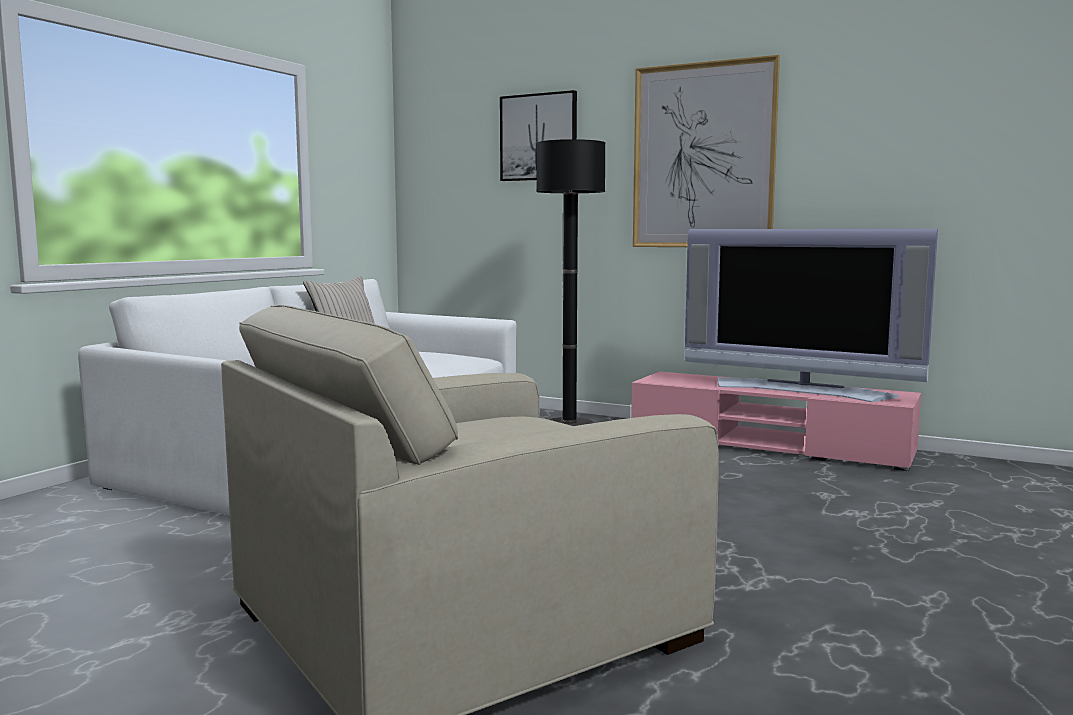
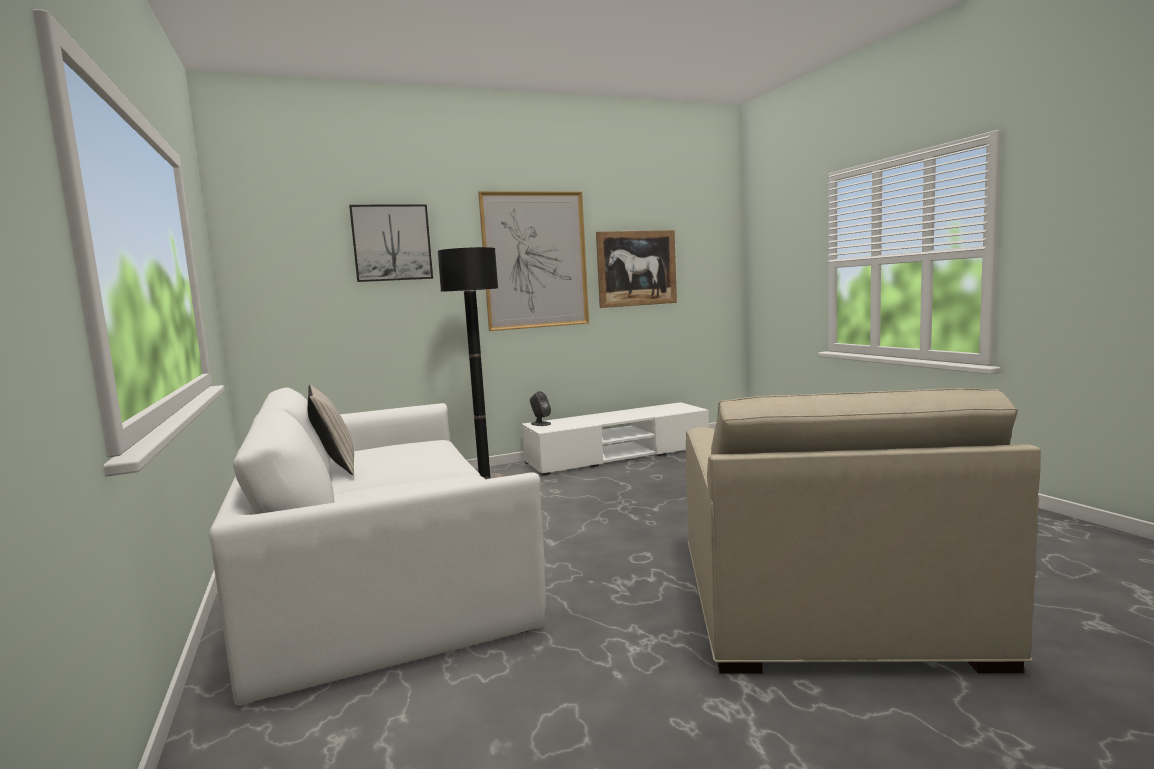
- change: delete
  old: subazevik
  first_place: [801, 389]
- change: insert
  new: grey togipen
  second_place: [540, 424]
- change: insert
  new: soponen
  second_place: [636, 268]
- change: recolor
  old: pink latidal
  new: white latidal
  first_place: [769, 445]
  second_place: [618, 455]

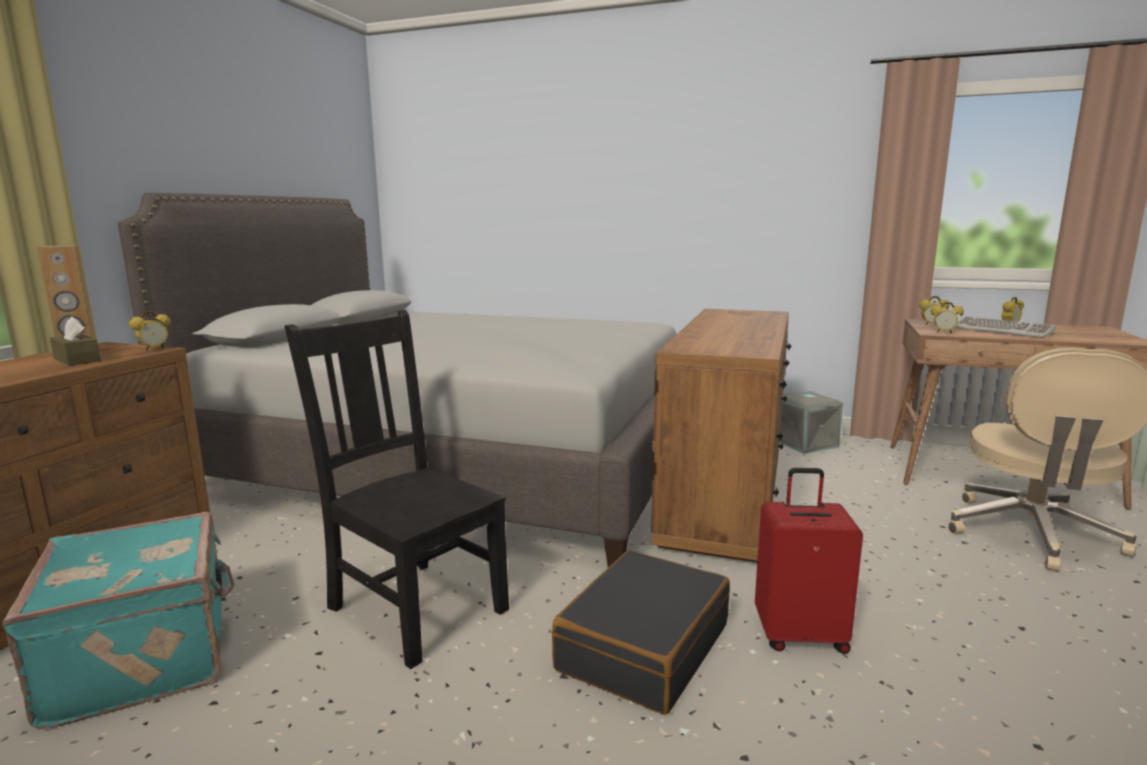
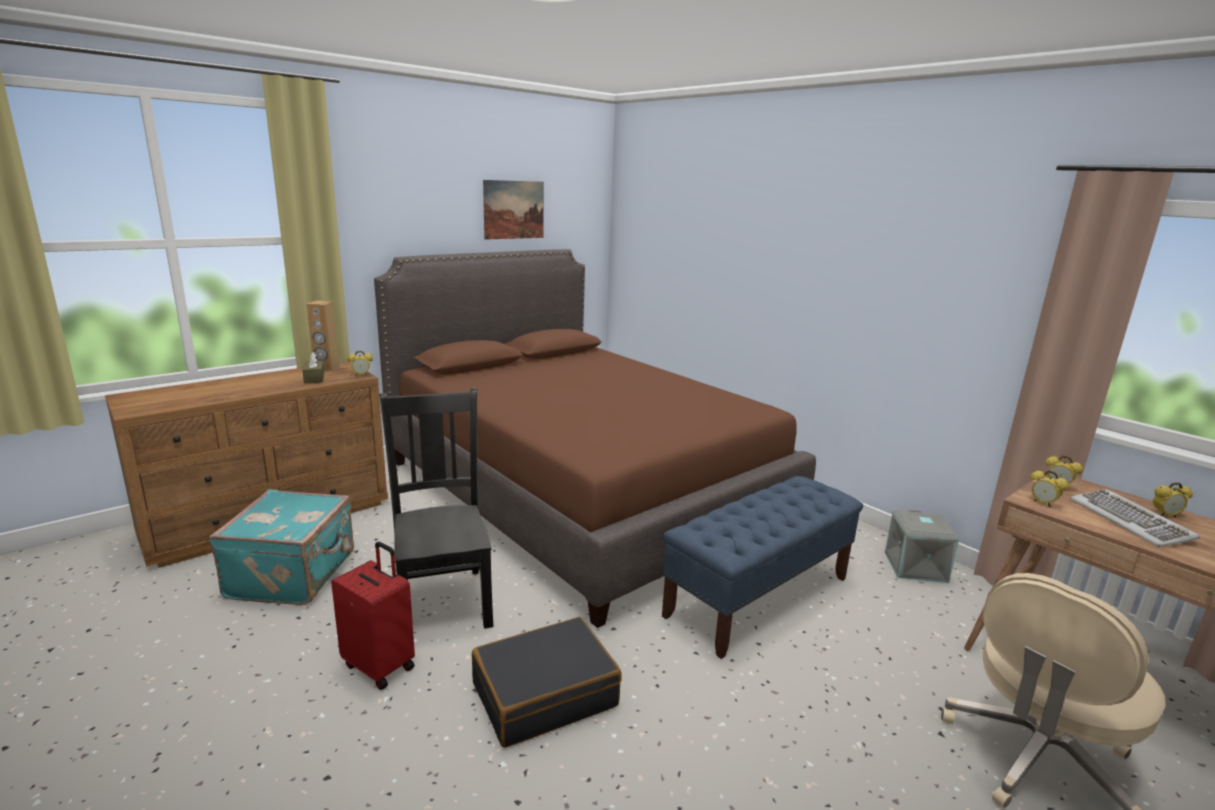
- change: insert
  new: soponen
  second_place: [514, 210]
- change: move
  old: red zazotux
  first_place: [800, 635]
  second_place: [380, 665]
- change: replace
  old: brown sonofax
  new: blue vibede
  first_place: [725, 497]
  second_place: [758, 596]
- change: recolor
  old: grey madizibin
  new: brown madizibin
  first_place: [457, 463]
  second_place: [582, 491]

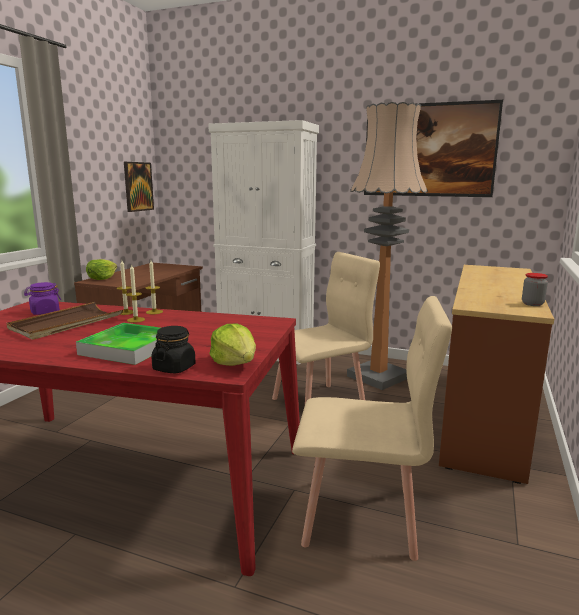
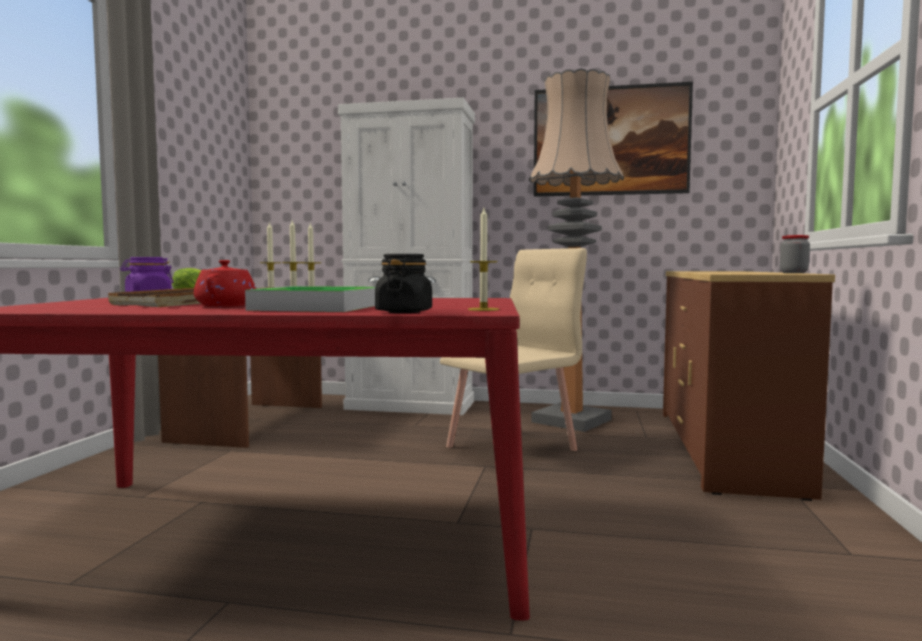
- change: delete
  old: soponen
  first_place: [138, 186]
- change: delete
  old: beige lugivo
  first_place: [361, 517]
- change: insert
  new: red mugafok
  second_place: [226, 306]
- change: replace
  old: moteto
  new: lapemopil
  first_place: [235, 363]
  second_place: [483, 309]

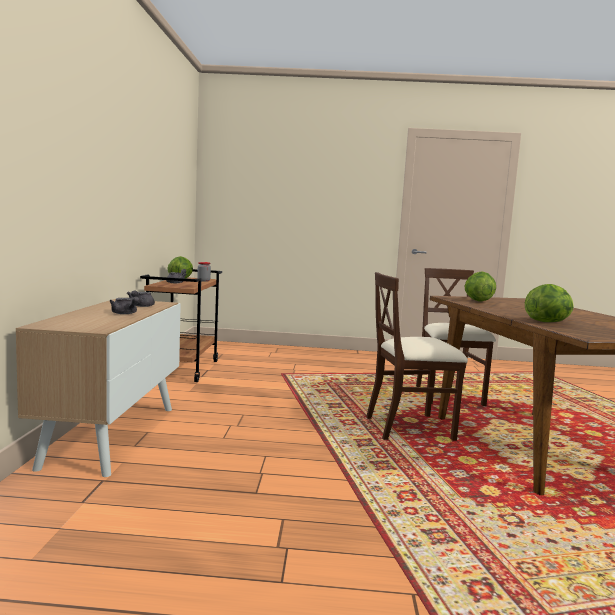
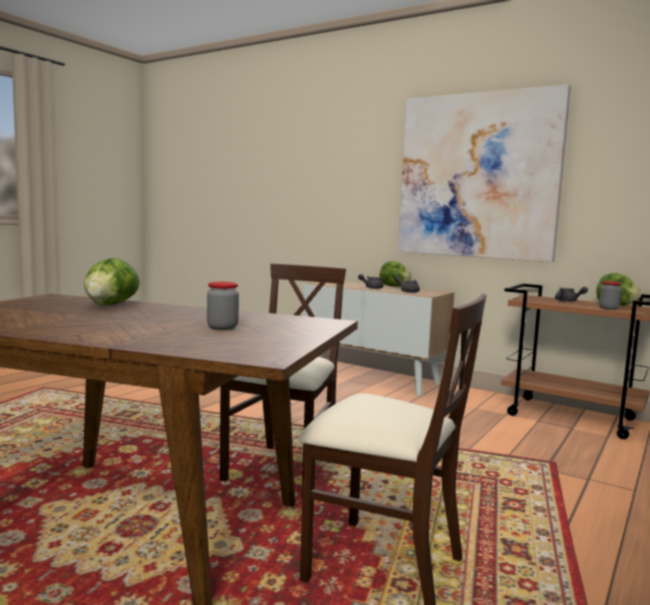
- change: insert
  new: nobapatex
  second_place: [222, 327]
- change: insert
  new: soponen
  second_place: [478, 176]
- change: move
  old: moteto
  first_place: [477, 301]
  second_place: [394, 286]

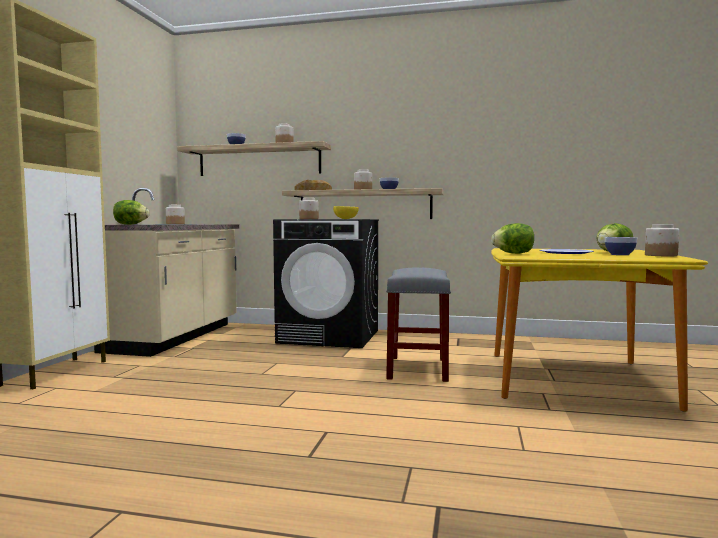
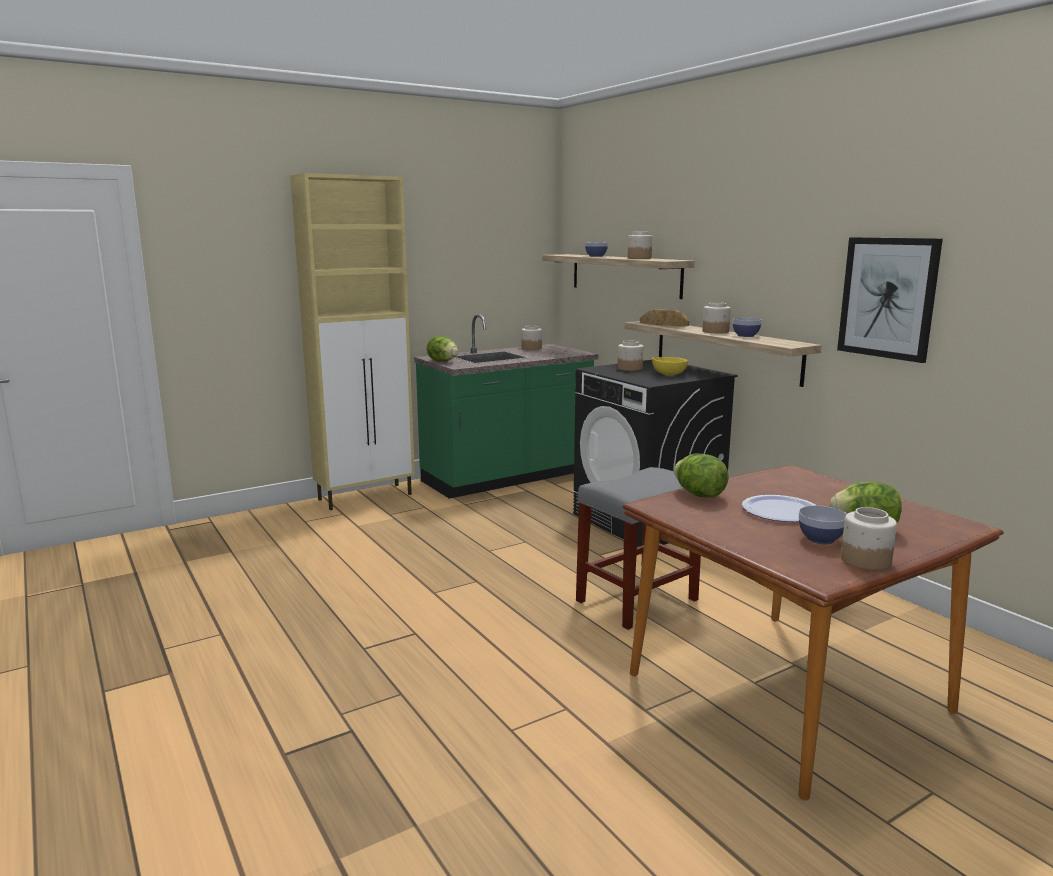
- change: insert
  new: soponen
  second_place: [888, 298]
- change: recolor
  old: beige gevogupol
  new: green gevogupol
  first_place: [175, 337]
  second_place: [508, 478]
- change: recolor
  old: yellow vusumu
  new: brown vusumu
  first_place: [574, 379]
  second_place: [788, 692]

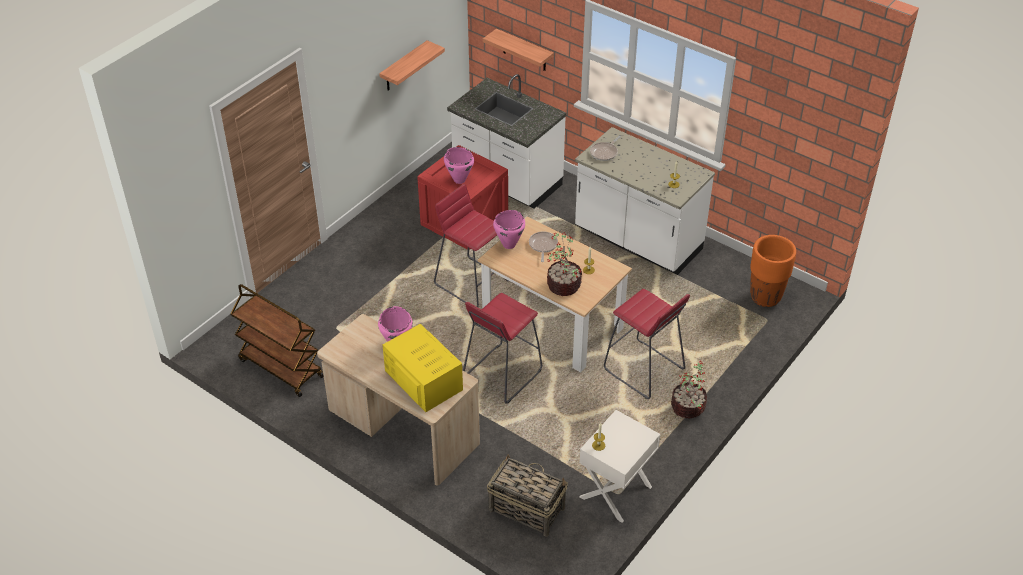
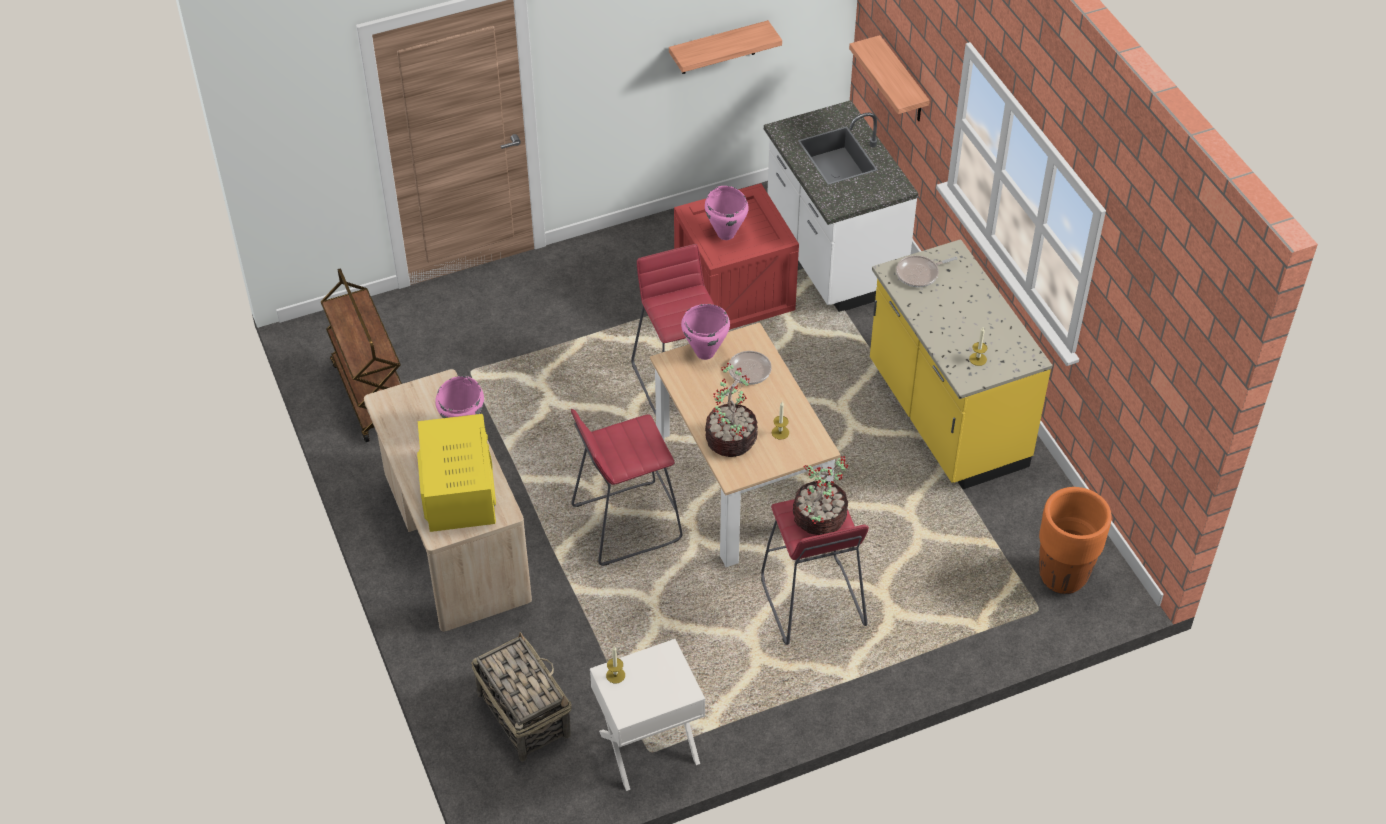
- change: move
  old: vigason
  first_place: [688, 408]
  second_place: [819, 519]
- change: recolor
  old: white gevogupol
  new: yellow gevogupol
  first_place: [637, 241]
  second_place: [945, 417]

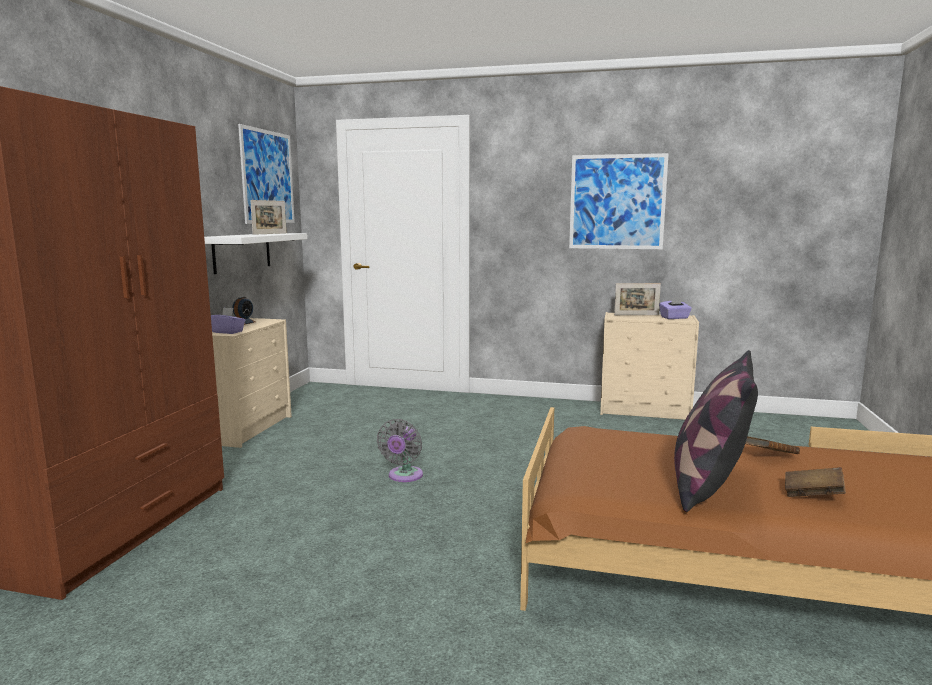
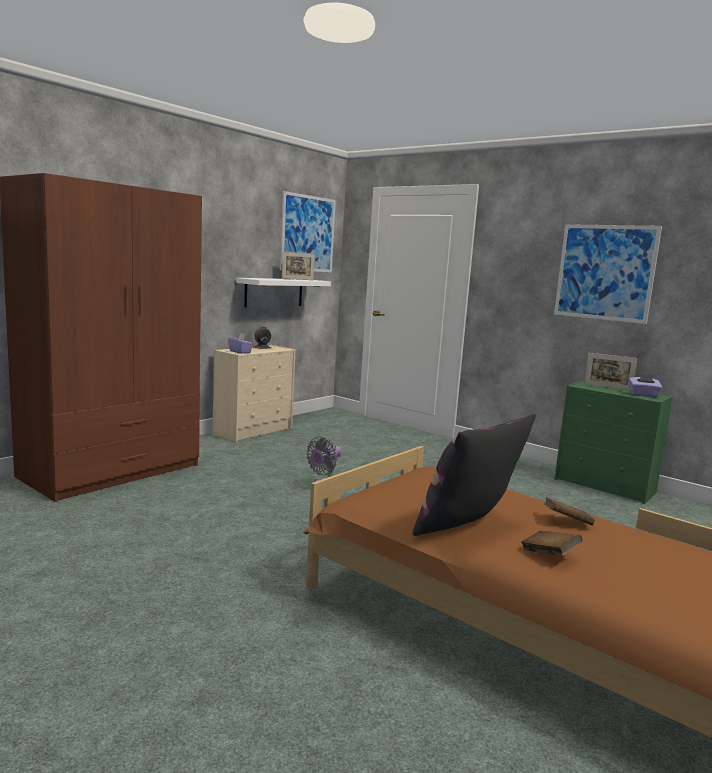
- change: recolor
  old: beige sonofax
  new: green sonofax
  first_place: [645, 411]
  second_place: [605, 486]

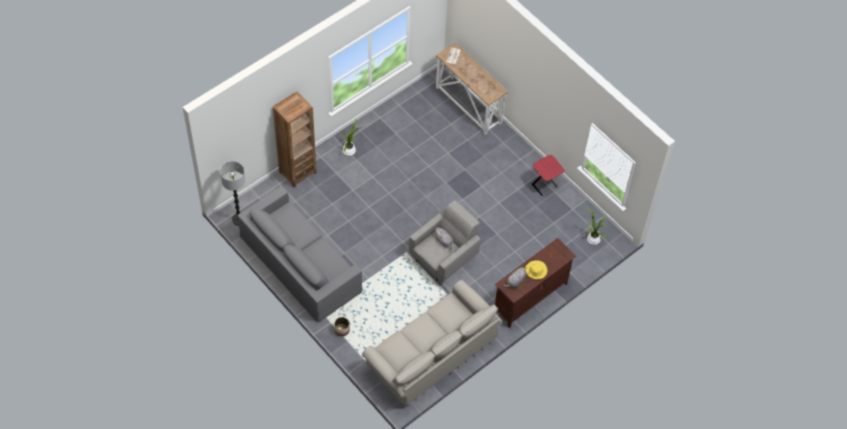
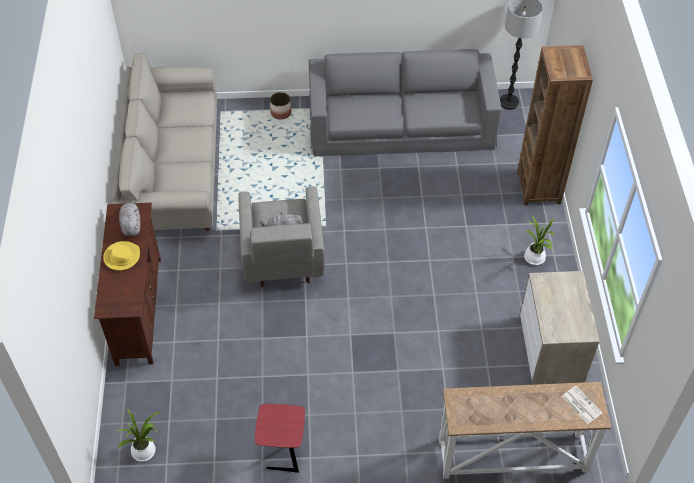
- change: insert
  new: sonofax
  second_place: [551, 349]

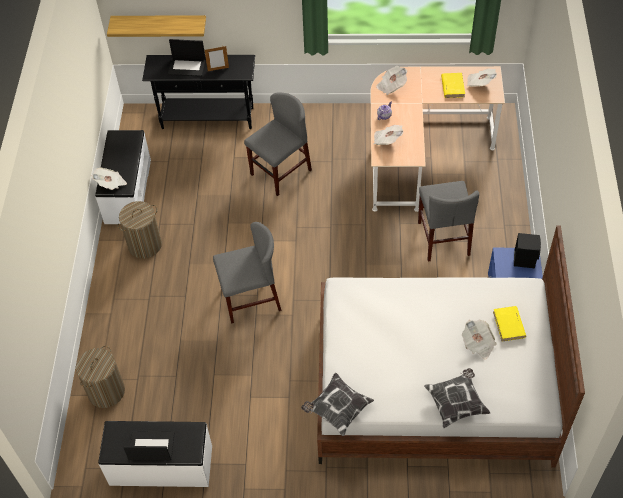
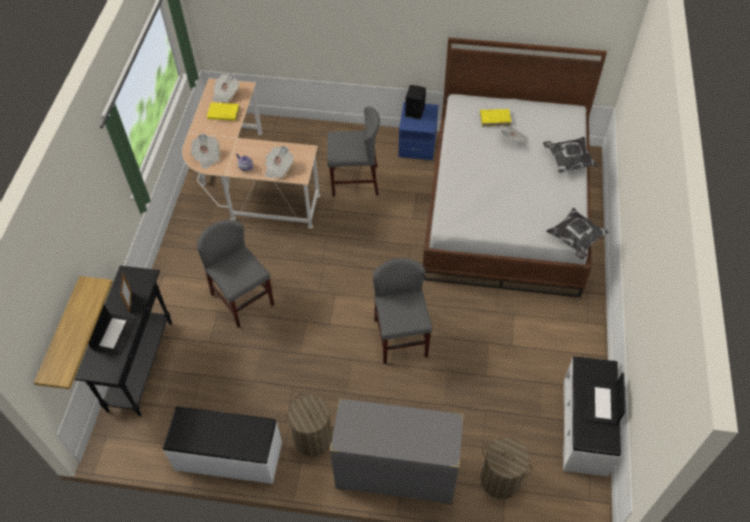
- change: delete
  old: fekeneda
  first_place: [111, 184]
- change: insert
  new: grey sonofax
  second_place: [396, 473]

